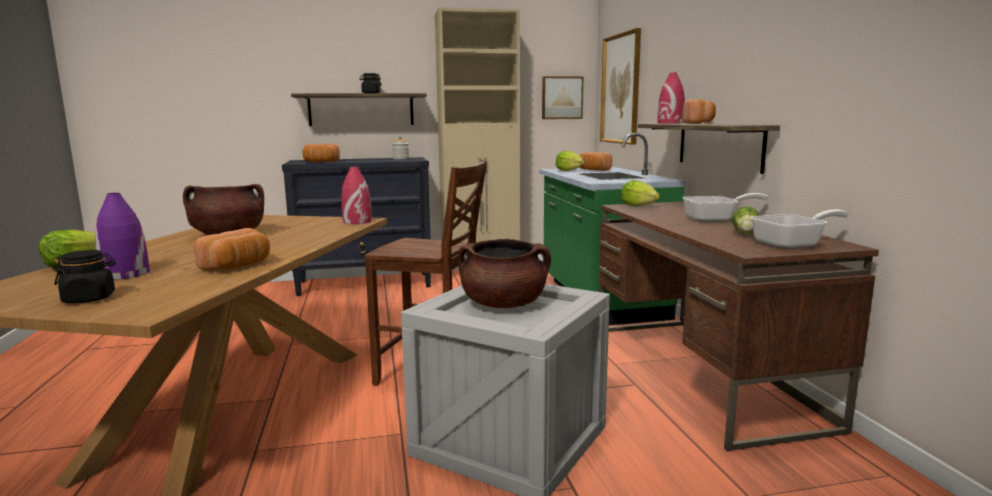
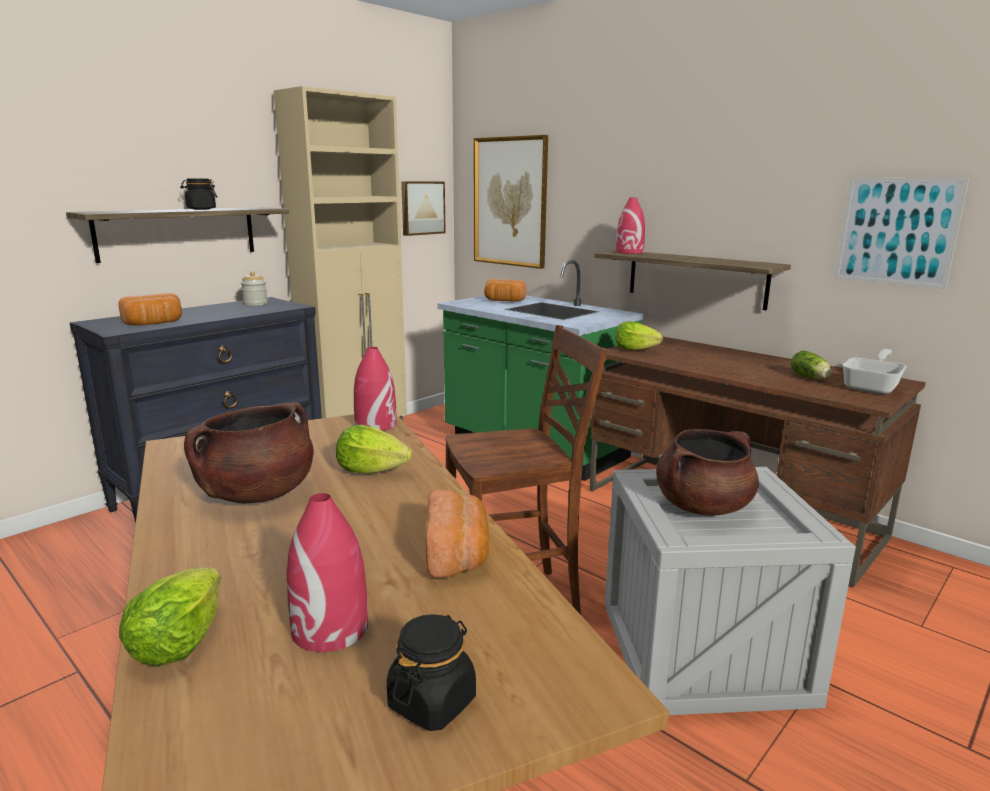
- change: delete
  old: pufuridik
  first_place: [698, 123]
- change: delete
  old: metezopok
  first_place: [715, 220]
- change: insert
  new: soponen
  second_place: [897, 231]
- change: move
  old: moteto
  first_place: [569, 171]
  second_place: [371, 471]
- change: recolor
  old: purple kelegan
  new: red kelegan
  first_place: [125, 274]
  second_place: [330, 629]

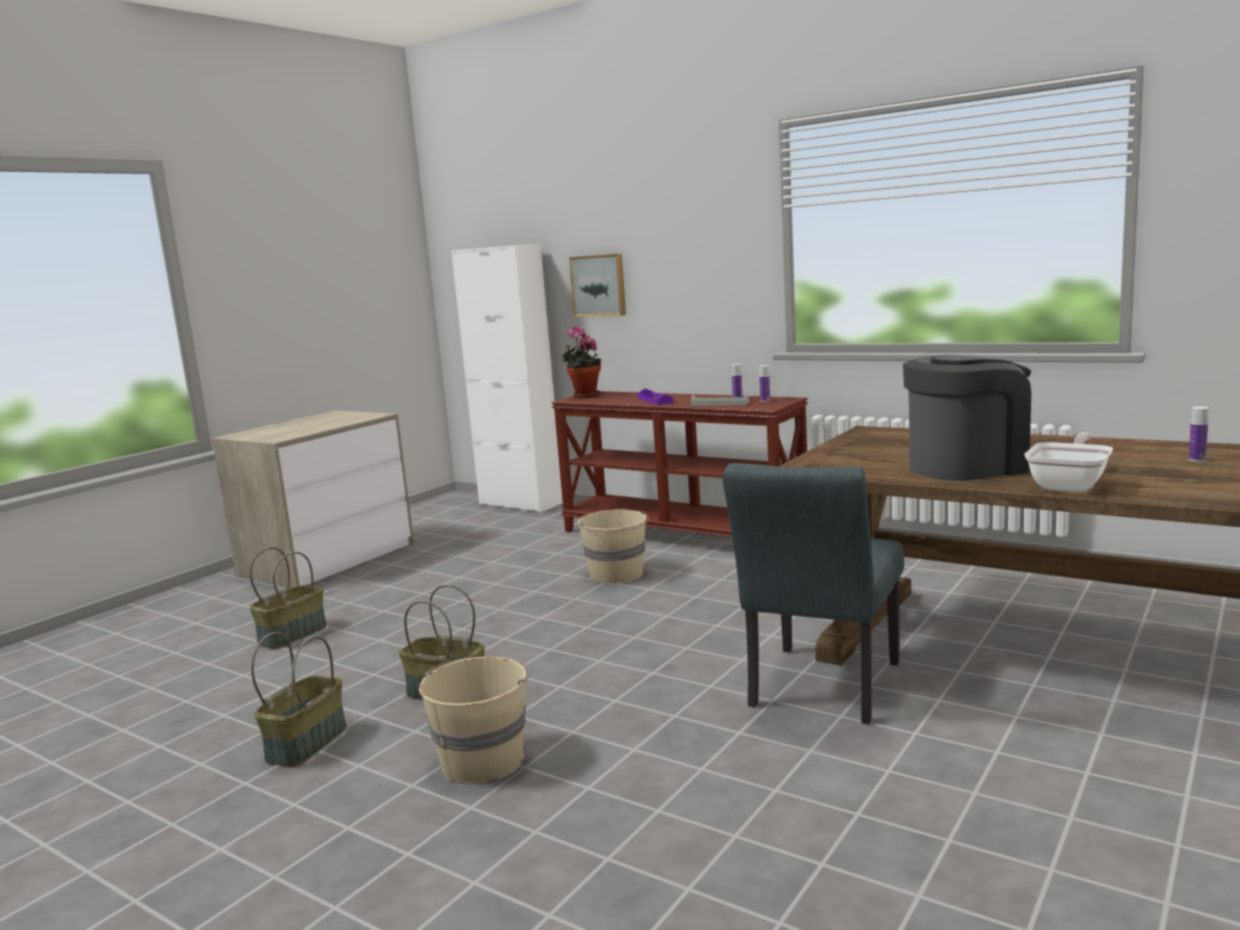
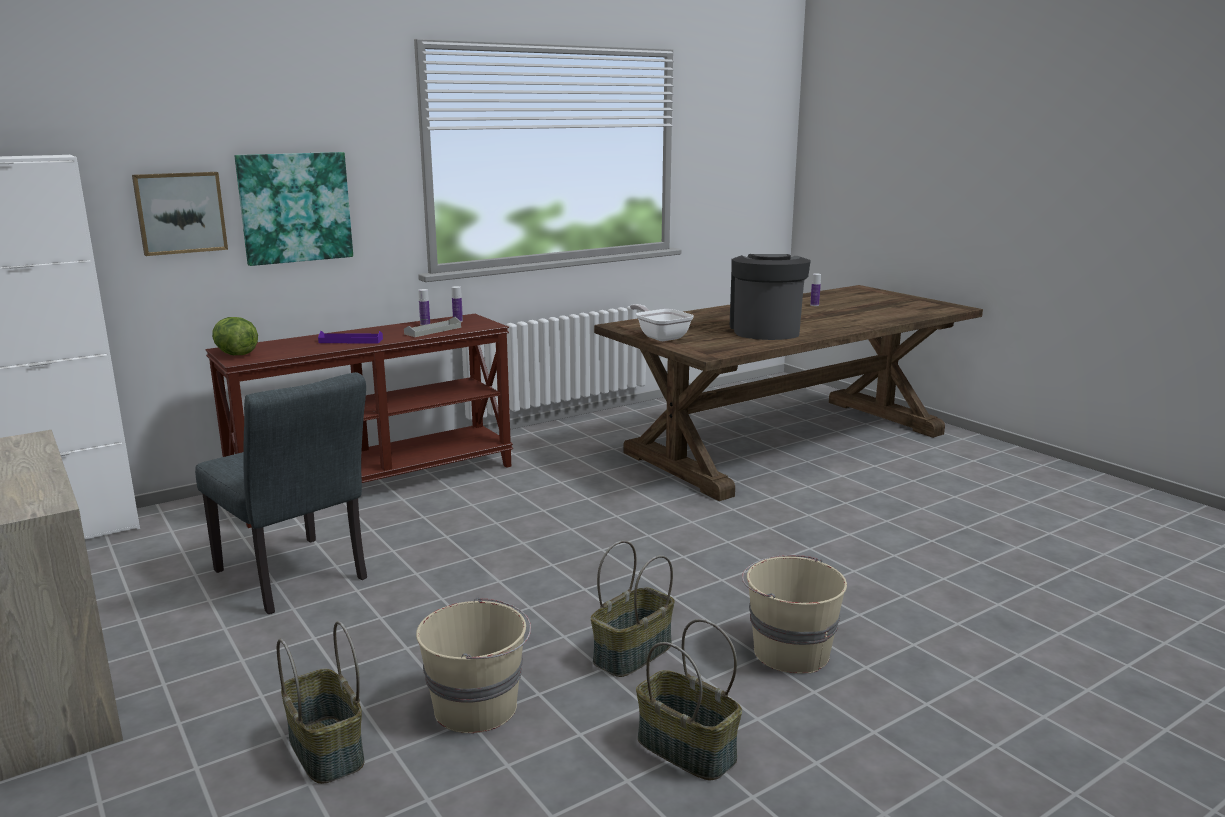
- change: insert
  new: soponen
  second_place: [295, 207]
- change: move
  old: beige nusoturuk
  first_place: [617, 574]
  second_place: [477, 707]
- change: move
  old: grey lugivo
  first_place: [820, 690]
  second_place: [296, 579]
- change: move
  old: metezopok
  first_place: [1070, 485]
  second_place: [660, 337]
- change: replace
  old: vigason
  new: moteto
  first_place: [584, 396]
  second_place: [236, 354]

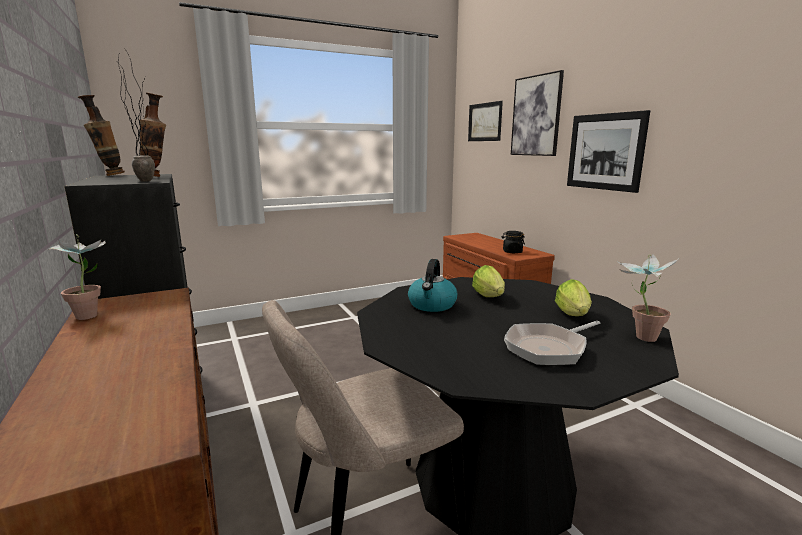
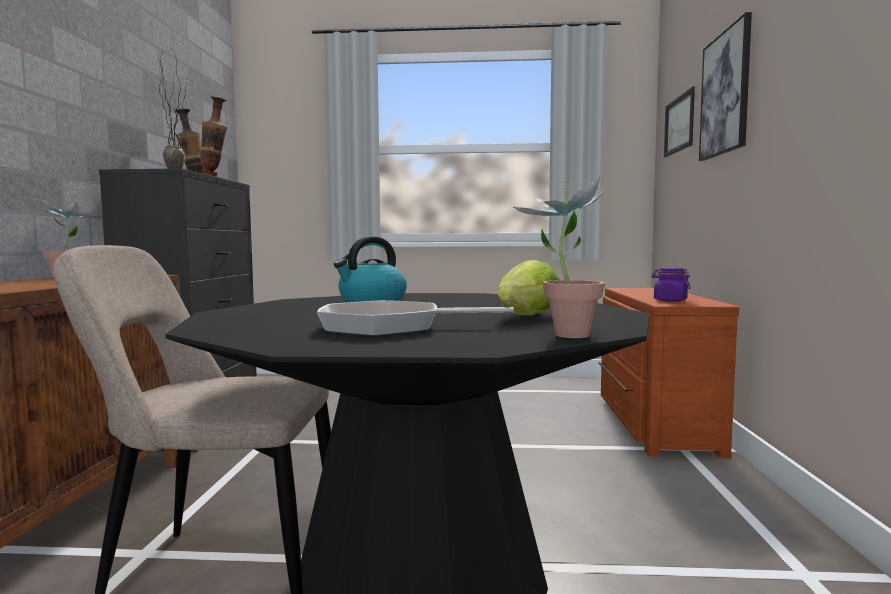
- change: delete
  old: moteto
  first_place: [490, 297]
- change: delete
  old: soponen
  first_place: [605, 152]
- change: recolor
  old: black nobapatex
  new: purple nobapatex
  first_place: [512, 252]
  second_place: [670, 300]

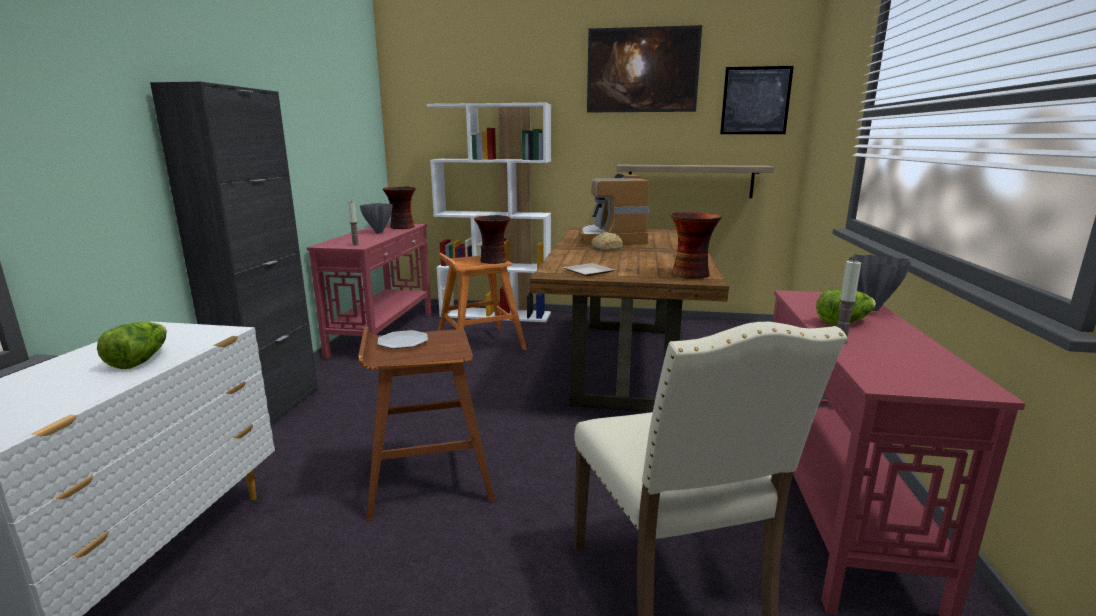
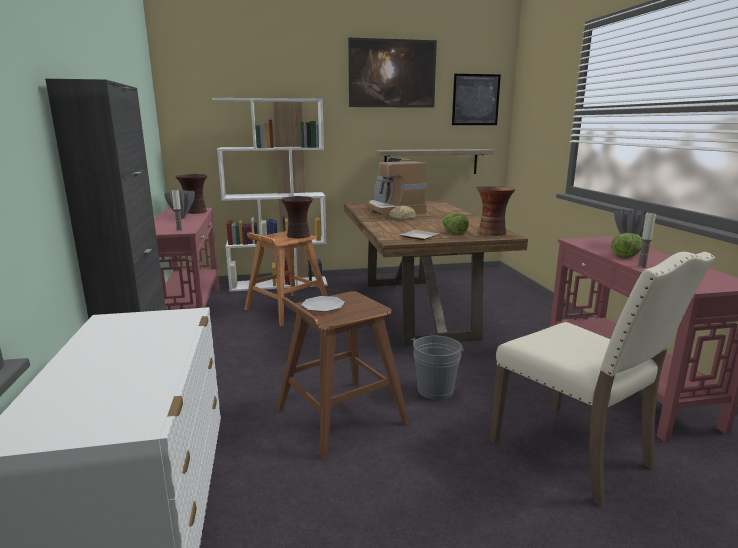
- change: insert
  new: grey nusoturuk
  second_place: [435, 390]
- change: move
  old: moteto
  first_place: [140, 360]
  second_place: [453, 232]

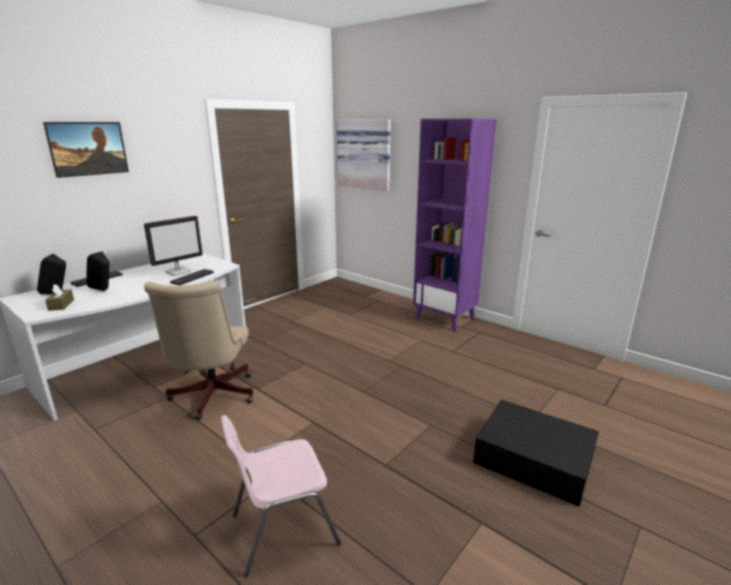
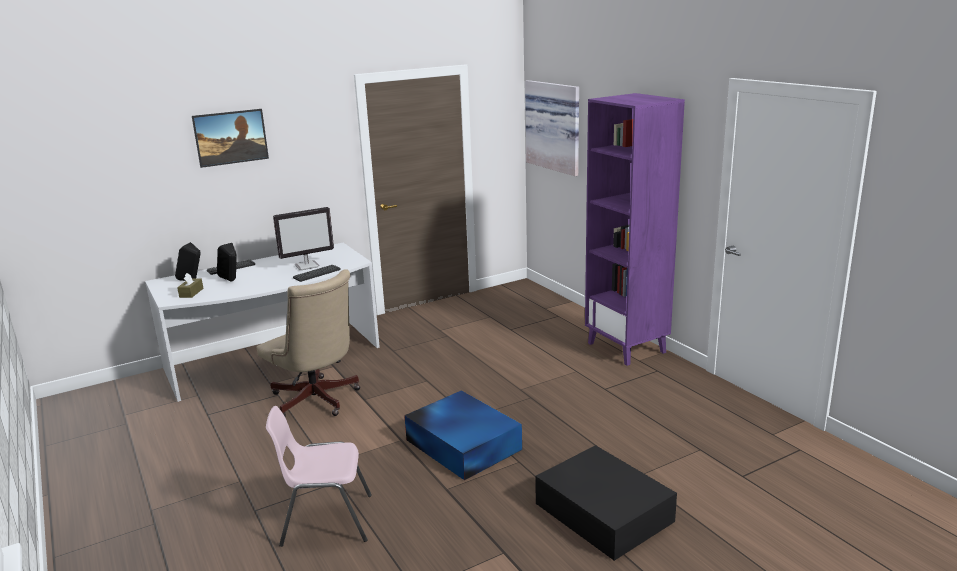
- change: insert
  new: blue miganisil
  second_place: [462, 444]
- change: rotate
  old: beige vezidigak
  first_place: [211, 397]
  second_place: [317, 401]
  degrees: -60

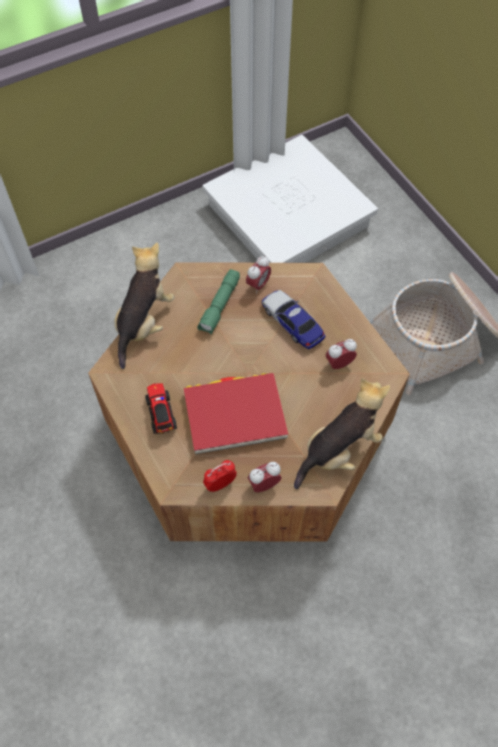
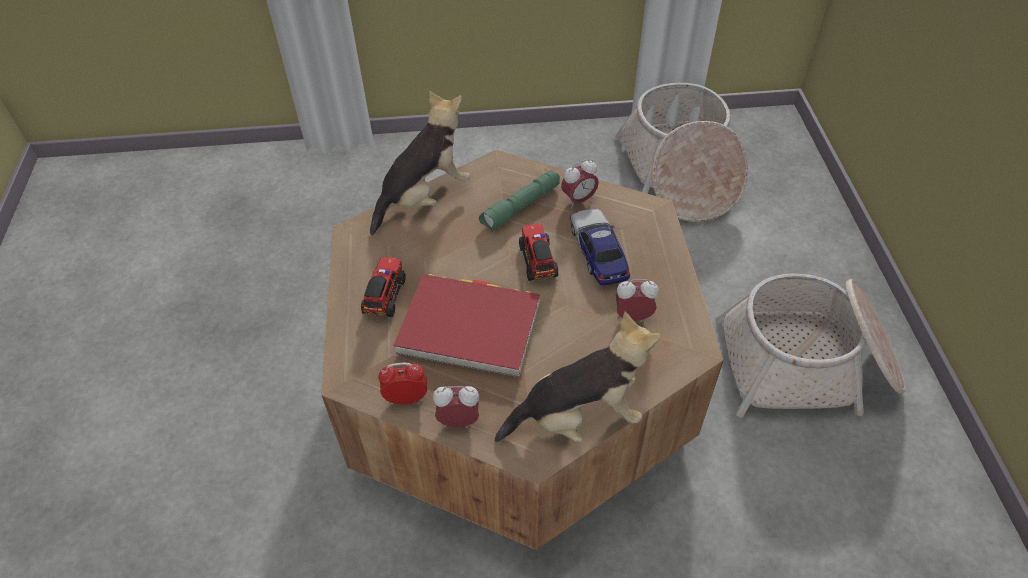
- change: insert
  new: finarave
  second_place: [537, 260]
- change: replace
  old: white miganisil
  new: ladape
  first_place: [287, 216]
  second_place: [679, 173]

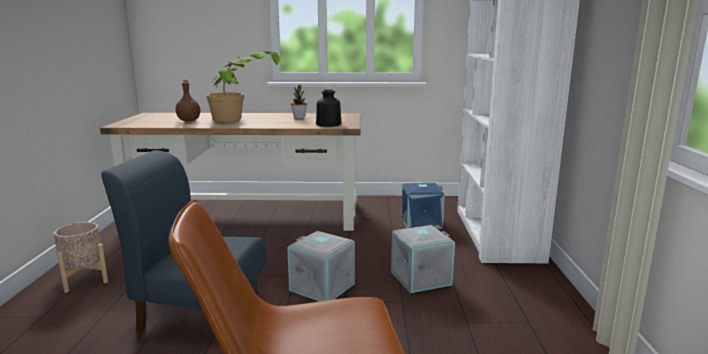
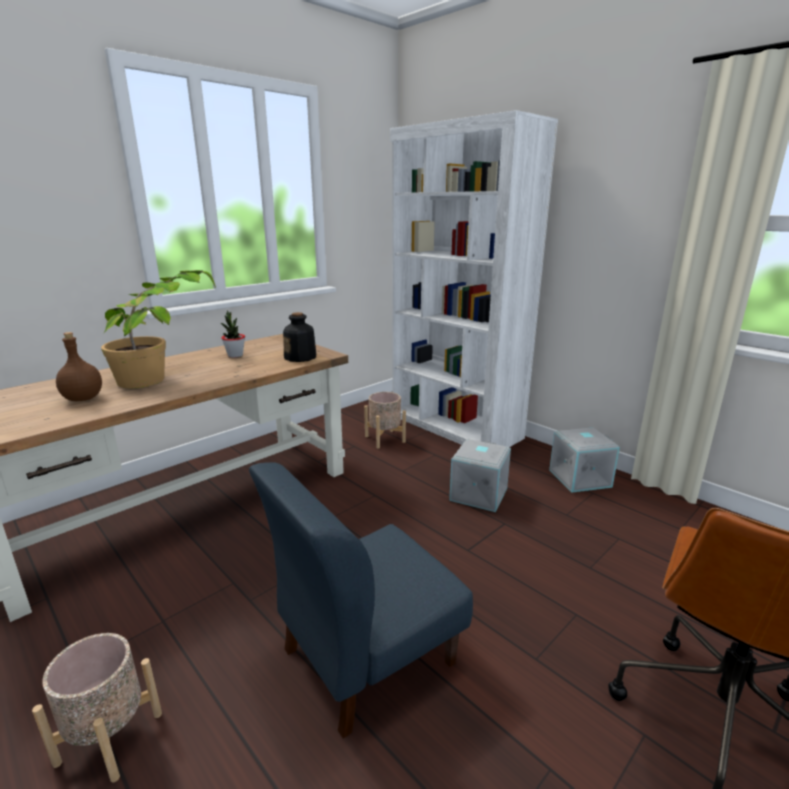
- change: move
  old: grey miganisil
  first_place: [323, 287]
  second_place: [579, 477]
- change: replace
  old: blue miganisil
  new: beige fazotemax
  first_place: [421, 222]
  second_place: [385, 439]

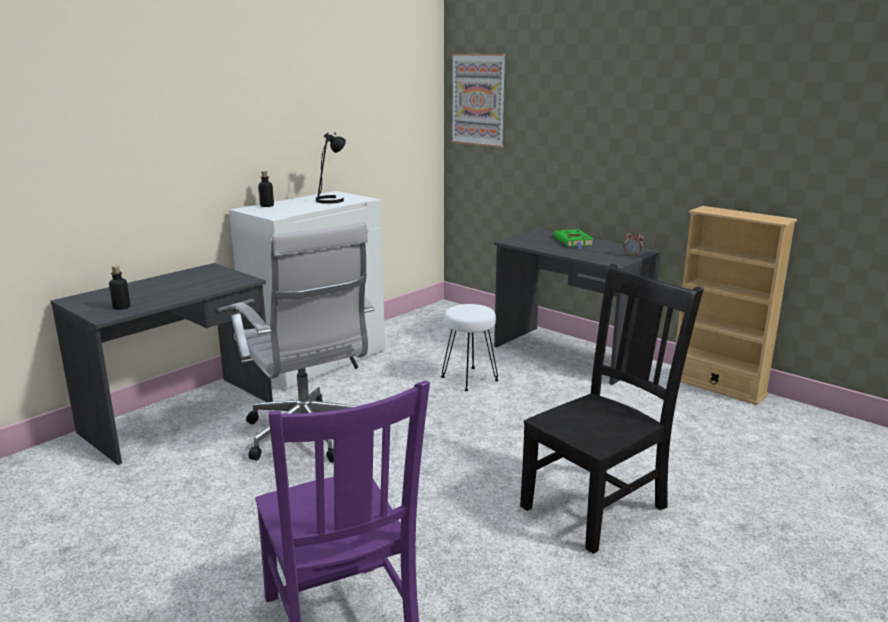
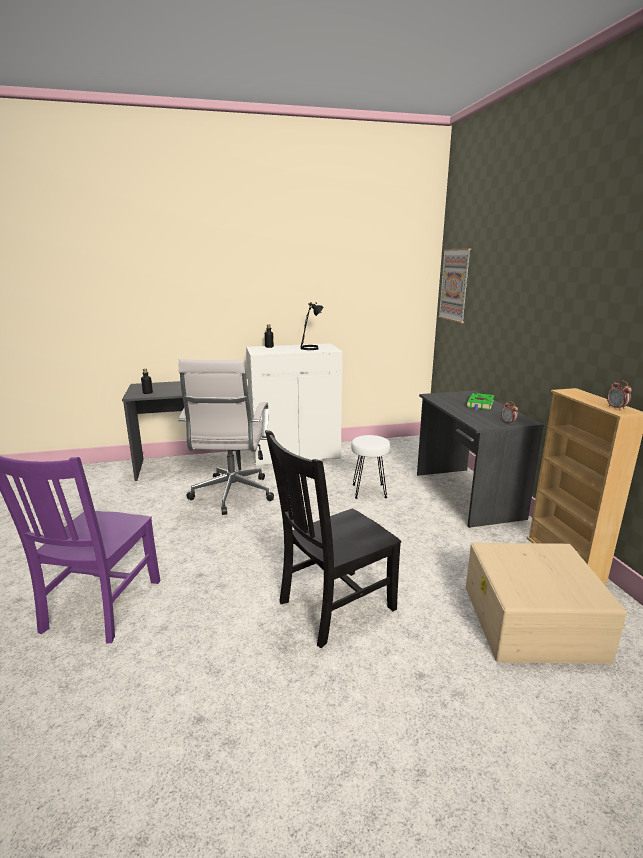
- change: insert
  new: beige miganisil
  second_place: [532, 622]
- change: insert
  new: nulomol
  second_place: [616, 408]
- change: rotate
  old: black lugivo
  first_place: [597, 505]
  second_place: [333, 606]
  degrees: 150

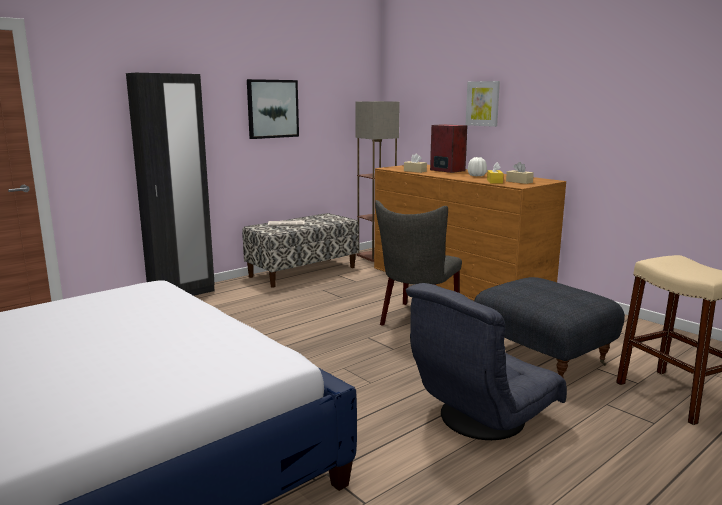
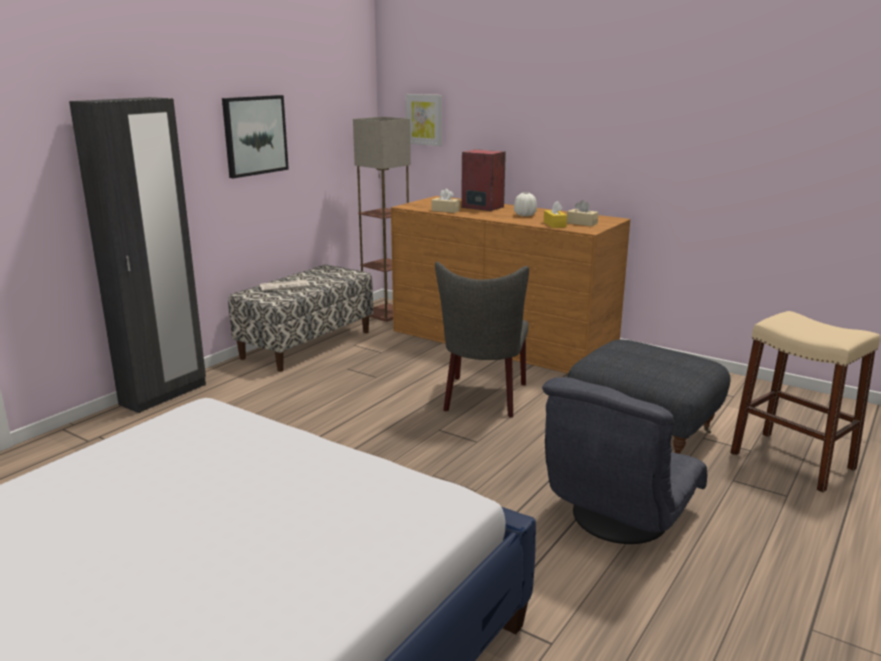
- change: move
  old: soponen
  first_place: [483, 103]
  second_place: [424, 119]

